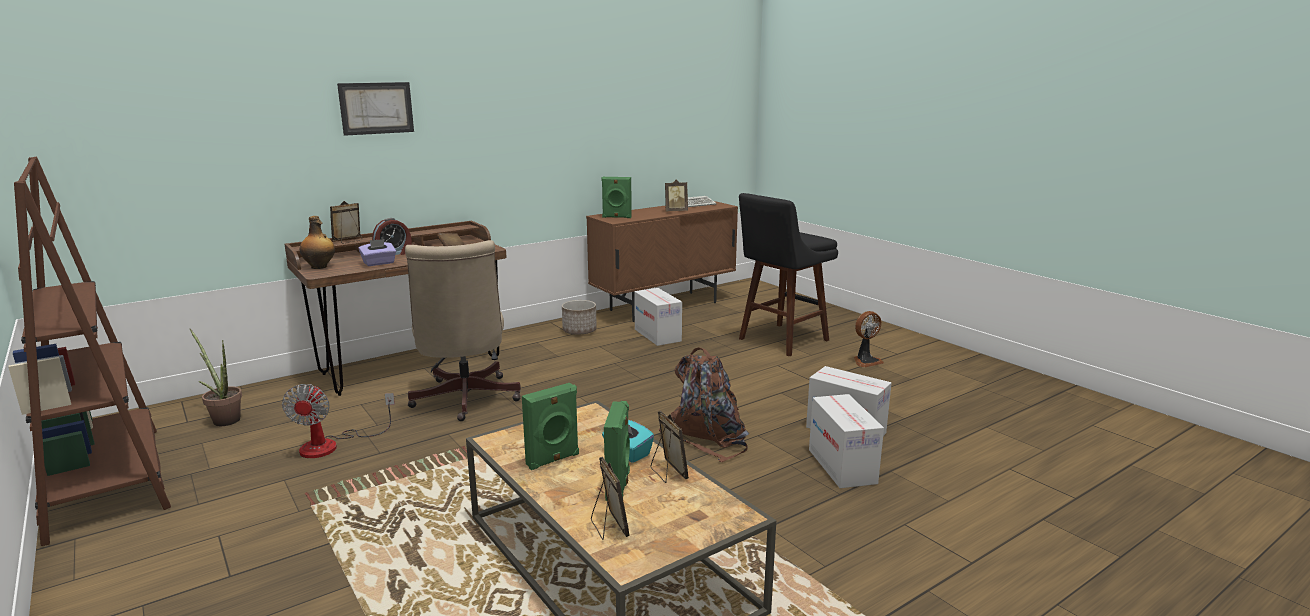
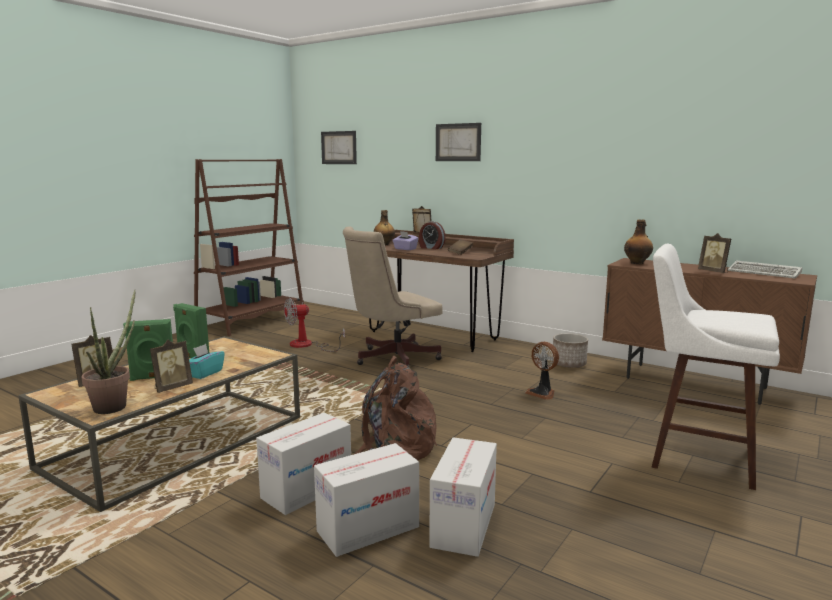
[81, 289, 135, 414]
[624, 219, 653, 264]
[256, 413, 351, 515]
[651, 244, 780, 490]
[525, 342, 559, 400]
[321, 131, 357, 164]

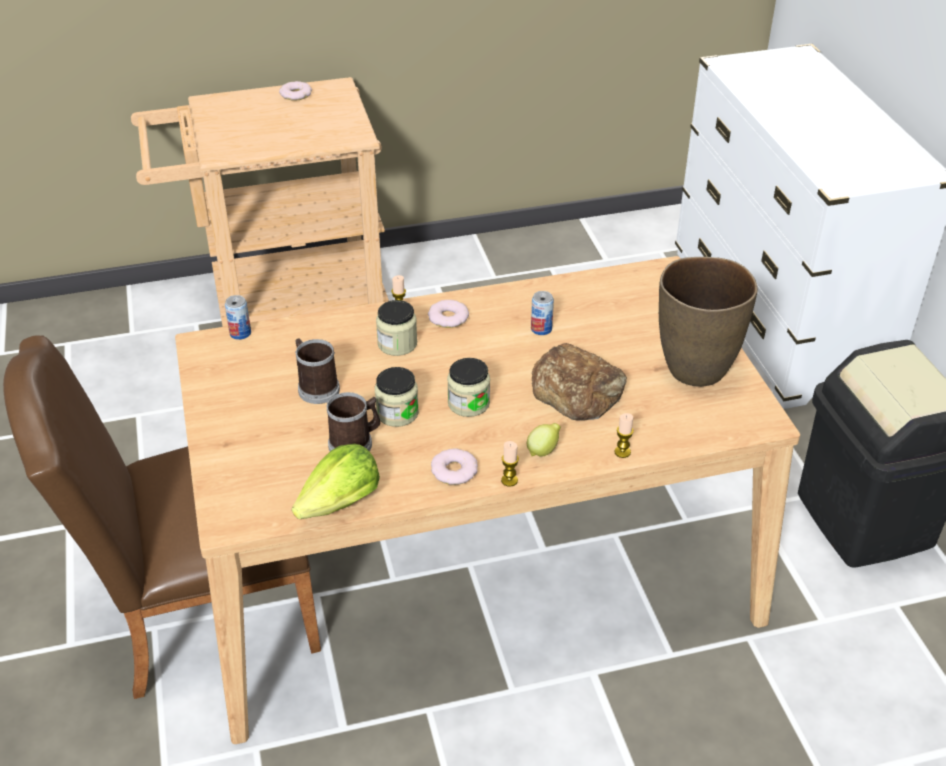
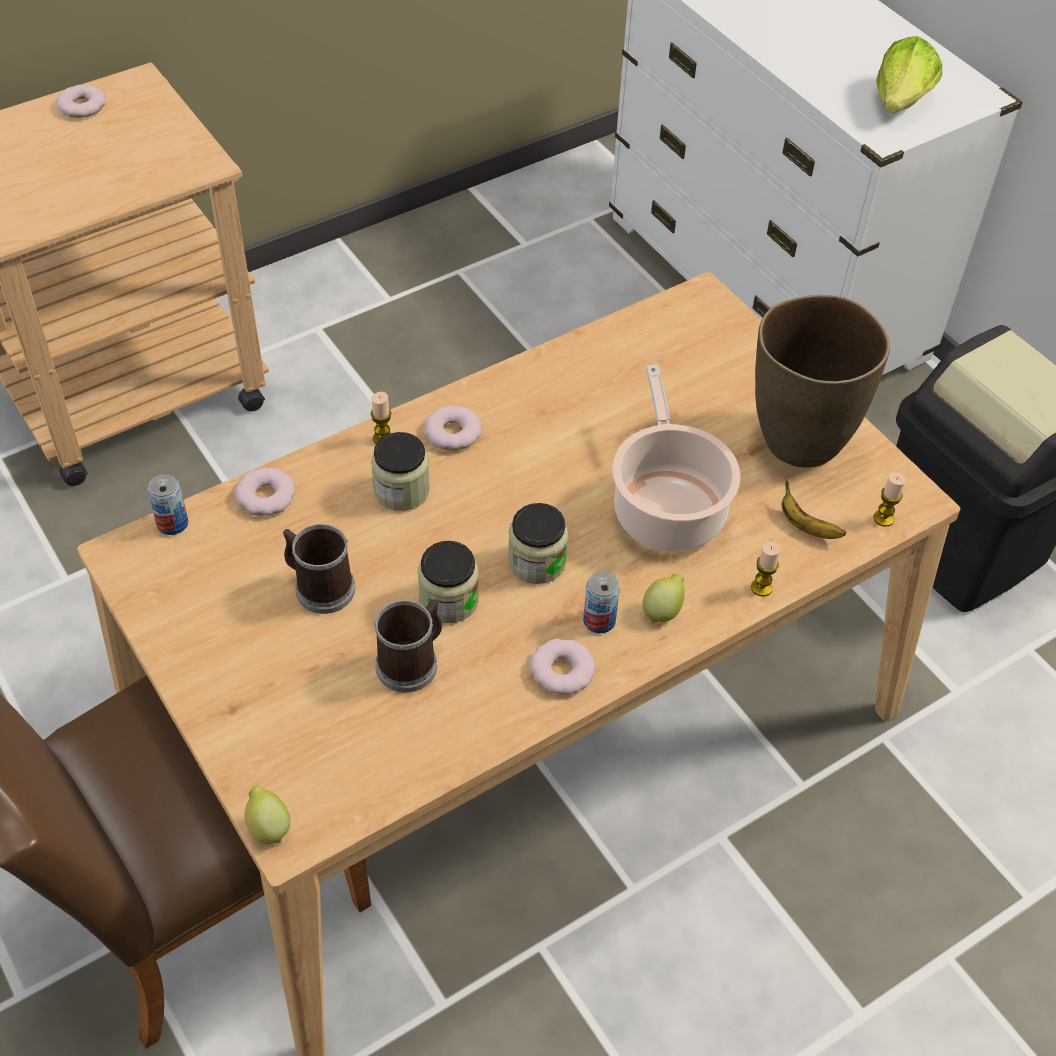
[876, 36, 942, 113]
[873, 473, 906, 527]
[583, 572, 620, 633]
[612, 365, 741, 552]
[235, 467, 295, 516]
[244, 785, 290, 844]
[782, 480, 846, 539]

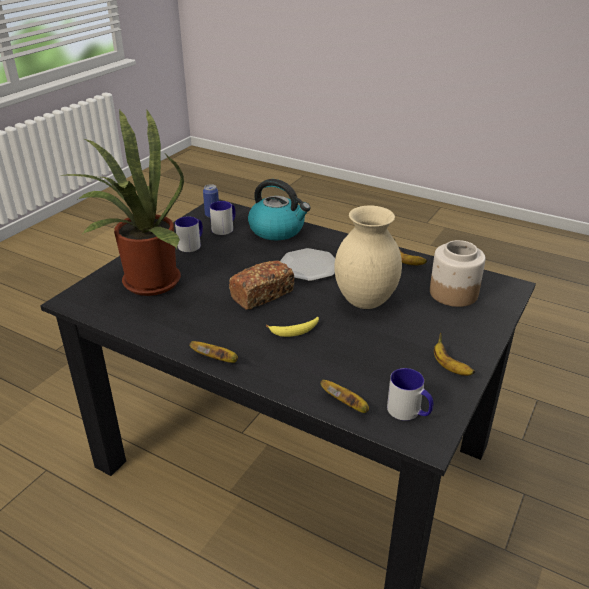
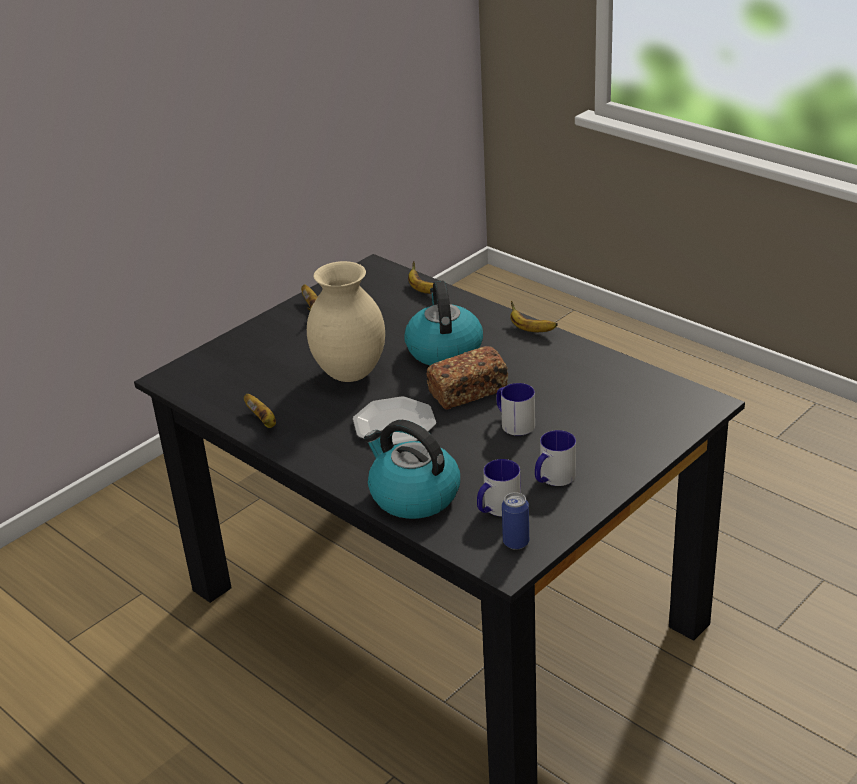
[62, 109, 184, 296] (first image)
[404, 281, 483, 366]
[496, 383, 535, 436]
[430, 240, 486, 307] (first image)

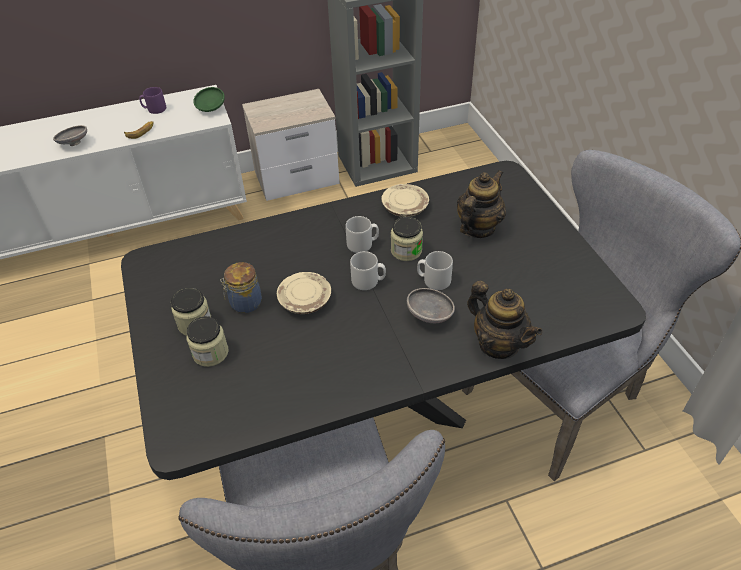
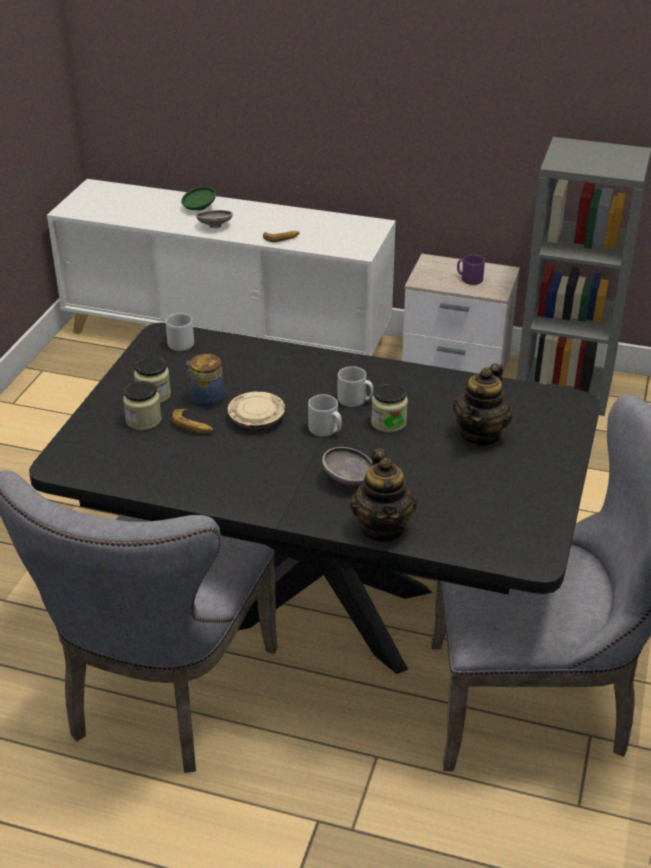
[457, 254, 485, 285]
[181, 187, 216, 211]
[381, 184, 429, 217] (first image)
[166, 313, 194, 351]
[453, 363, 512, 447]
[171, 409, 213, 434]

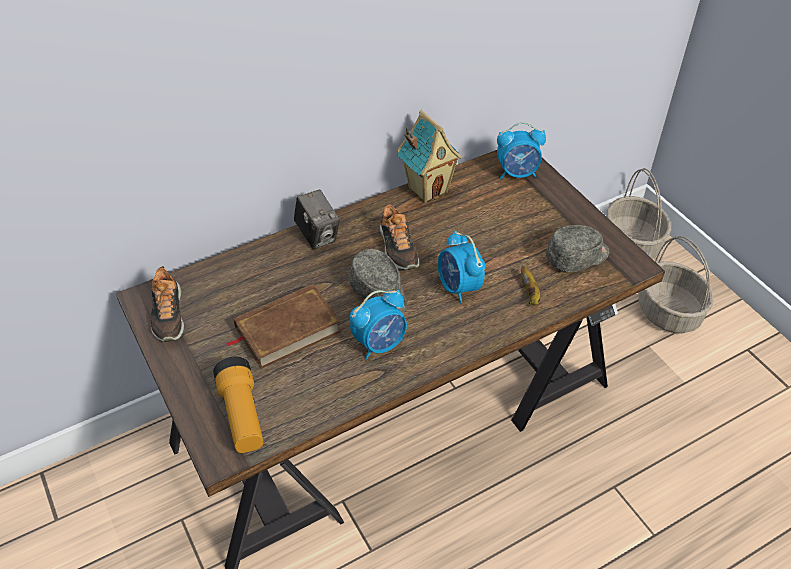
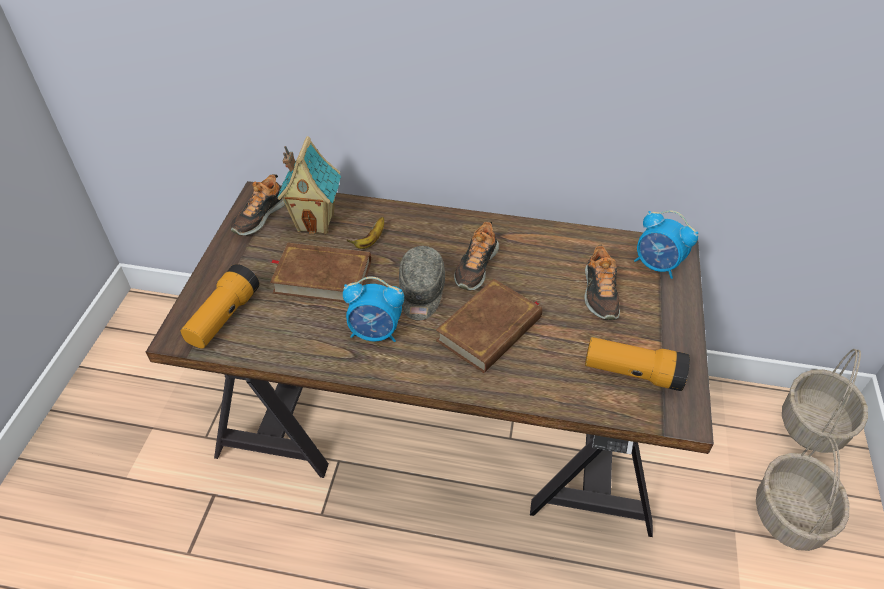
[294, 189, 340, 249] (first image)
[277, 136, 341, 234]
[436, 279, 542, 373]
[347, 217, 384, 249]
[585, 337, 690, 391]
[585, 244, 620, 320]

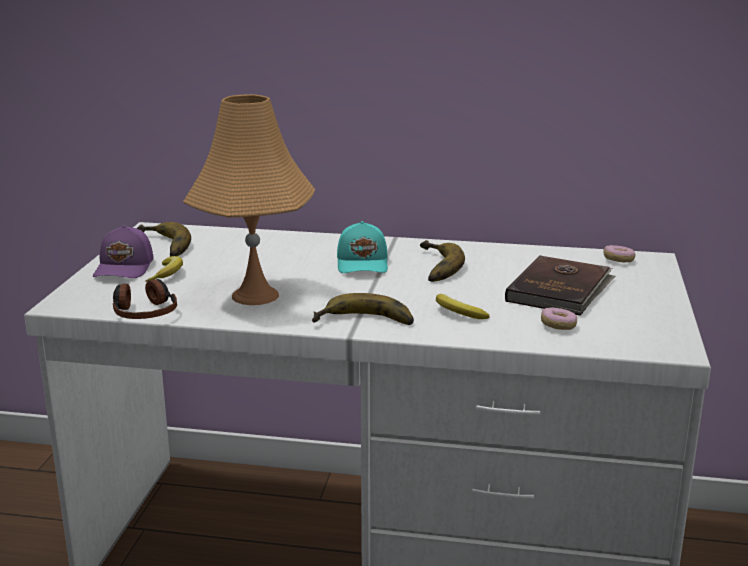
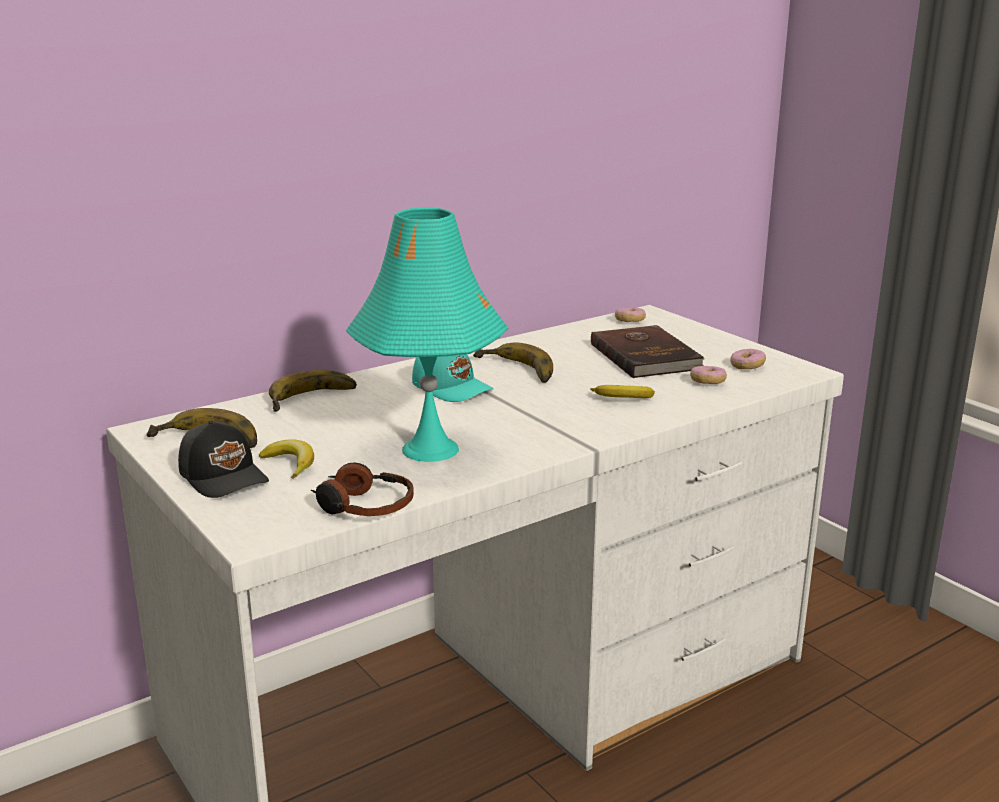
[178, 420, 269, 498]
[346, 208, 508, 462]
[269, 370, 357, 412]
[730, 349, 766, 369]

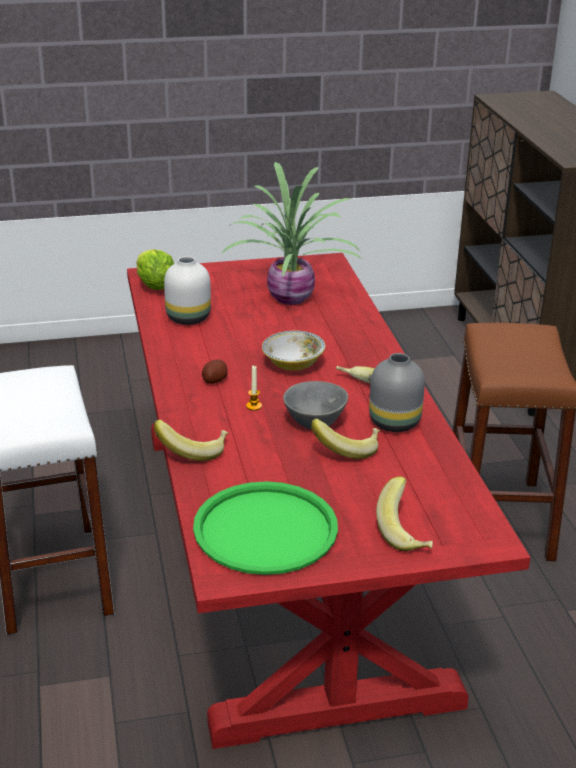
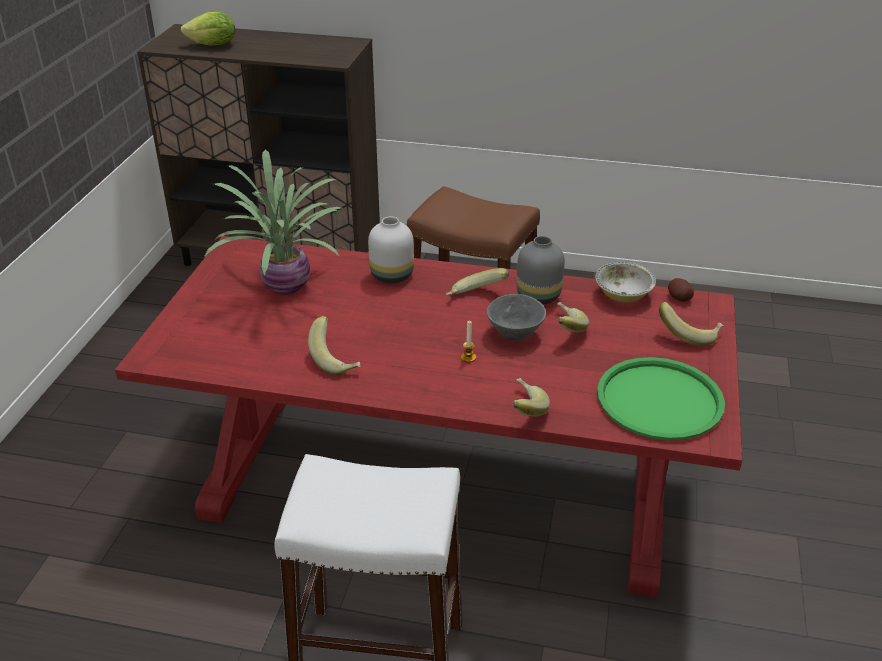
[181, 11, 235, 46]
[368, 217, 414, 283]
[668, 278, 694, 301]
[595, 262, 656, 303]
[308, 316, 360, 375]

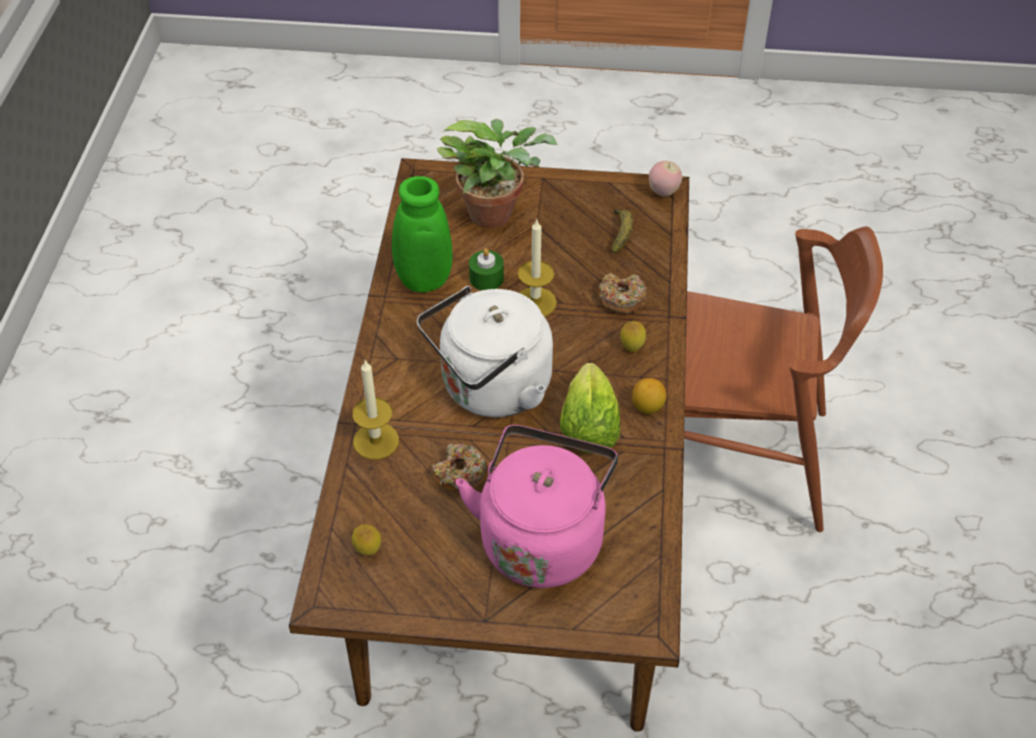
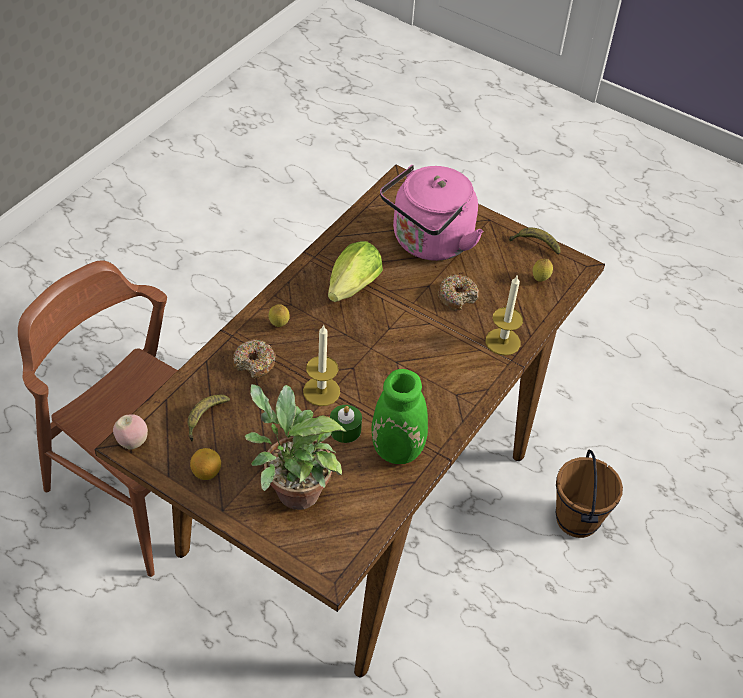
[417, 286, 553, 417] (first image)
[190, 448, 221, 480]
[509, 228, 561, 255]
[556, 450, 623, 538]

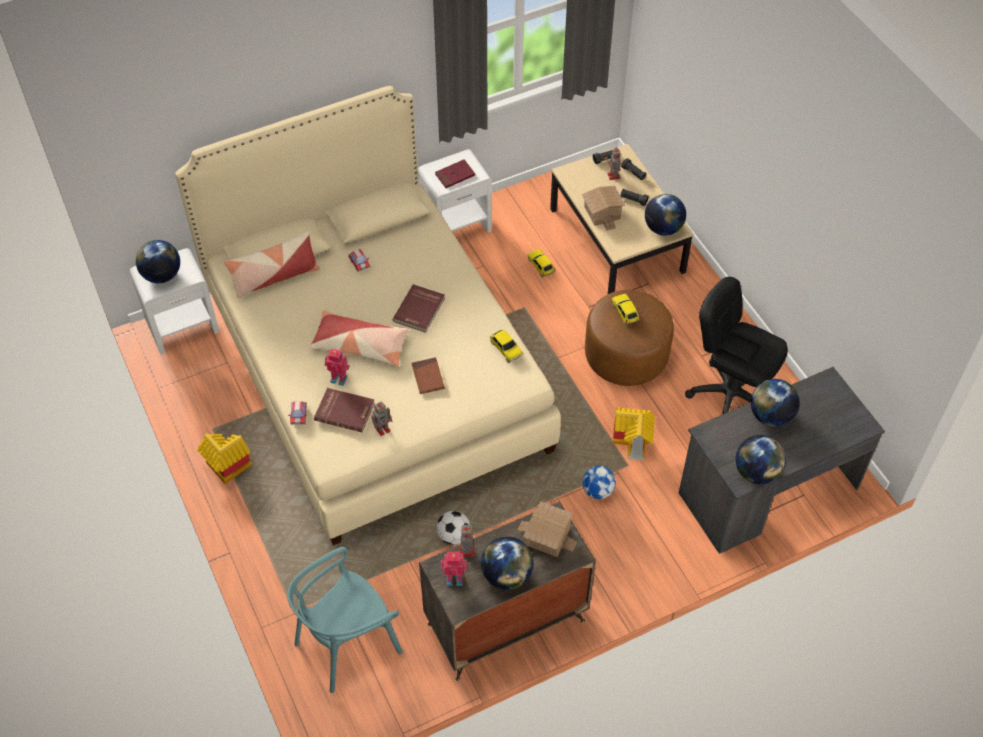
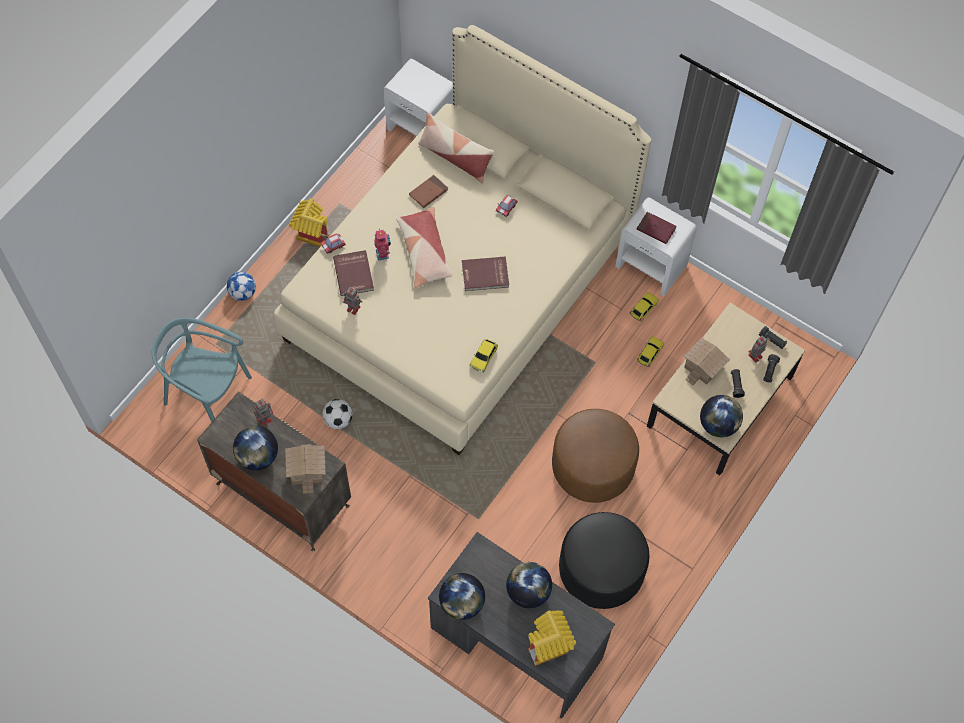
[136, 240, 180, 283] (first image)
[409, 175, 448, 208]
[441, 552, 467, 586] (first image)
[227, 272, 256, 301]
[630, 292, 659, 322]
[528, 610, 576, 666]
[559, 512, 649, 609]

